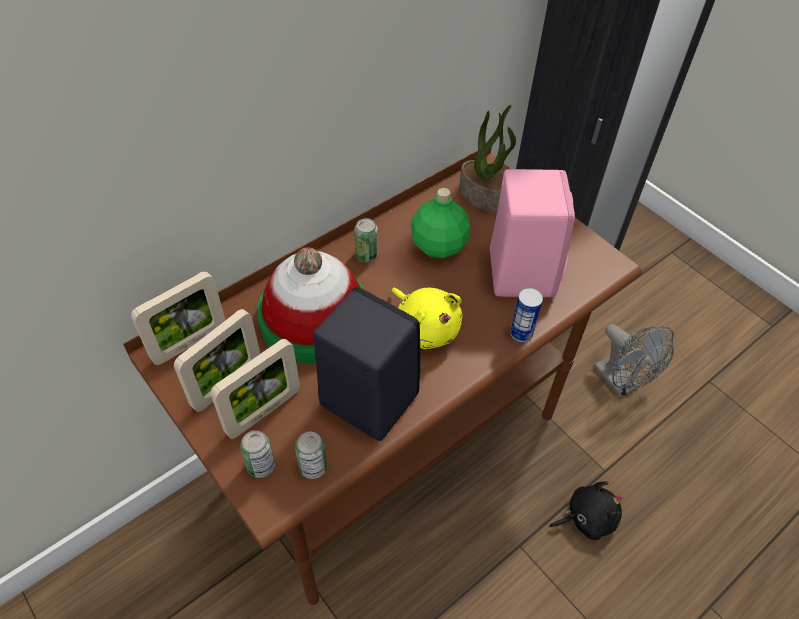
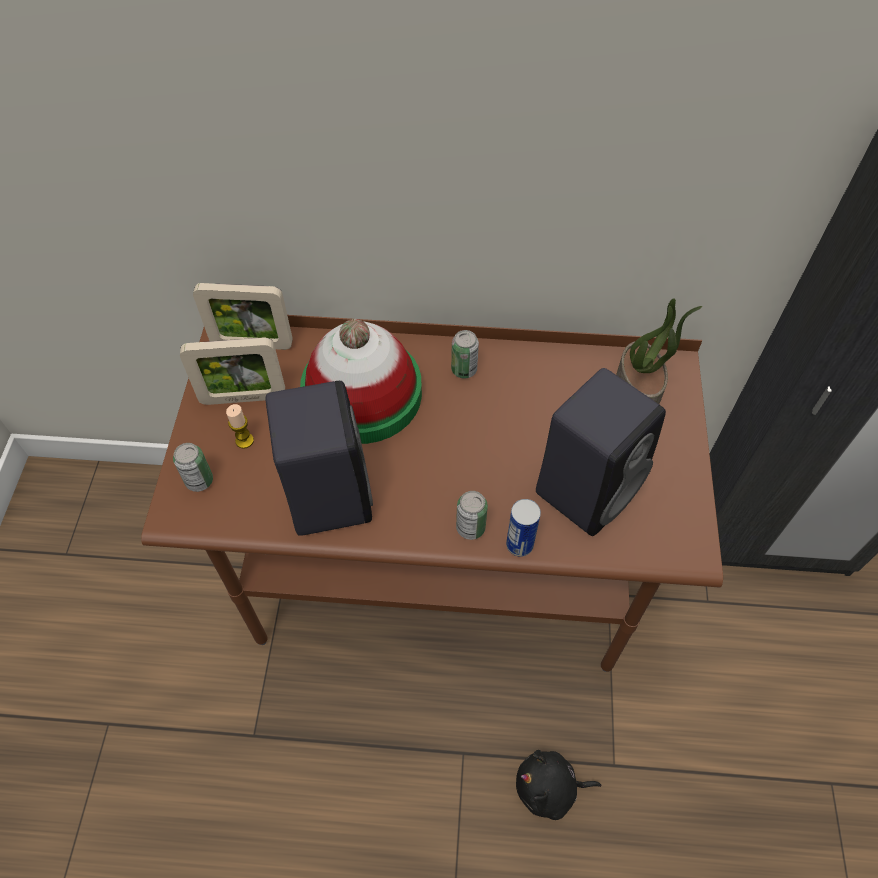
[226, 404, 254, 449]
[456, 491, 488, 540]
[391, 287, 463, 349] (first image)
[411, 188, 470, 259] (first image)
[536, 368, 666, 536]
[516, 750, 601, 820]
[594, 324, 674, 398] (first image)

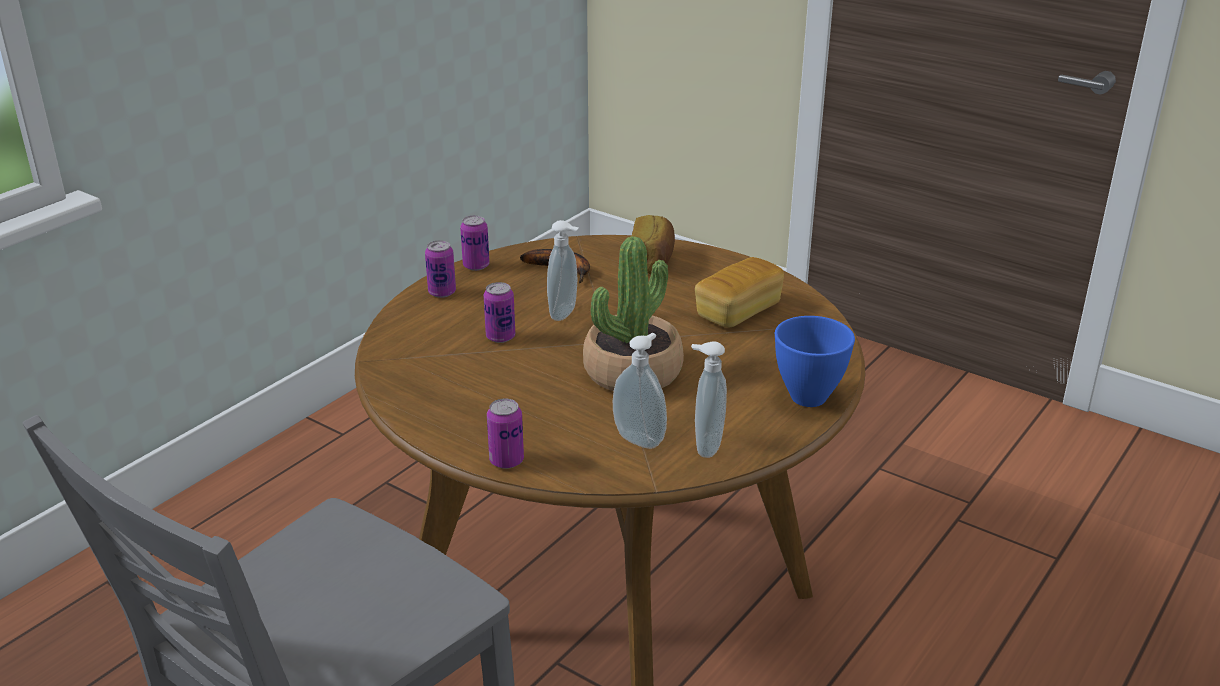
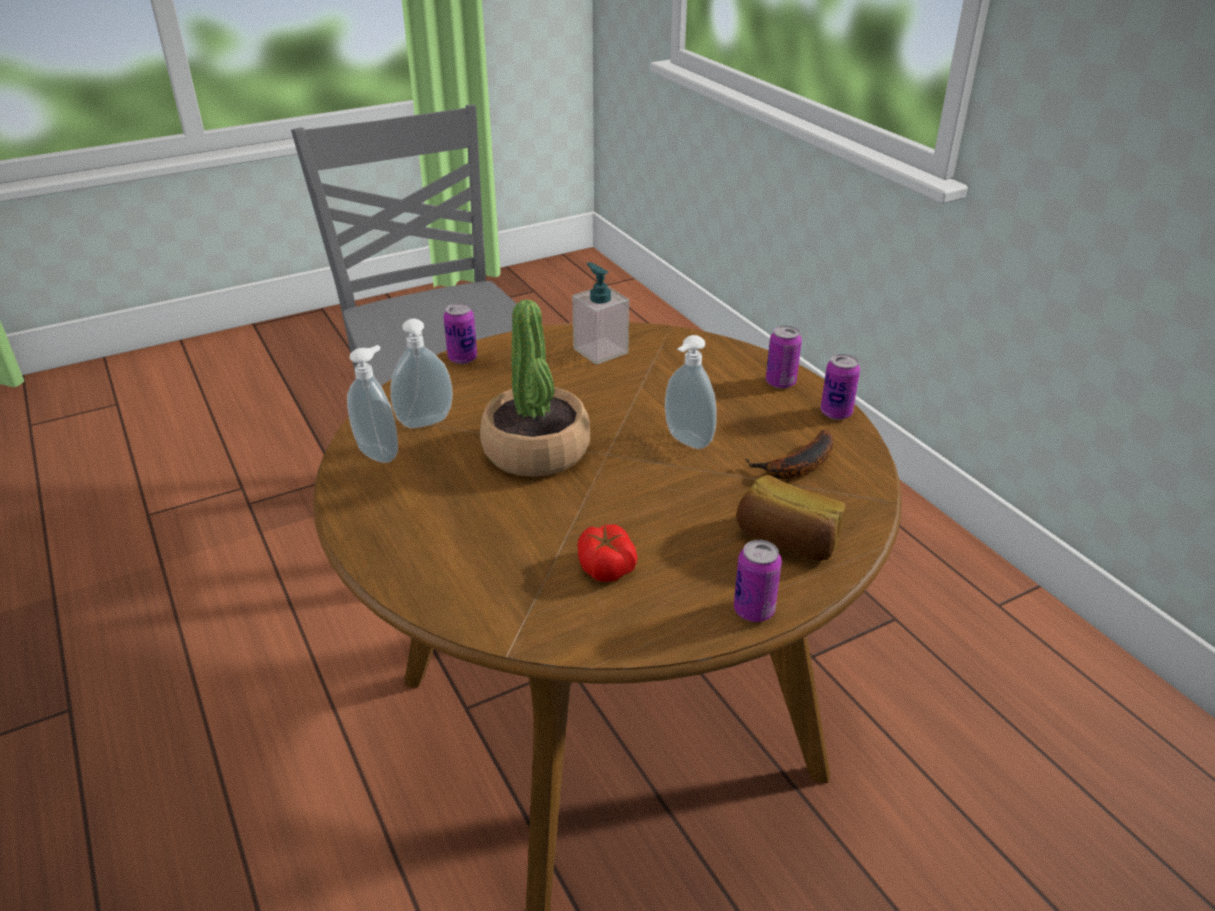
[734, 540, 782, 622]
[577, 524, 638, 582]
[775, 316, 855, 407] (first image)
[572, 262, 629, 365]

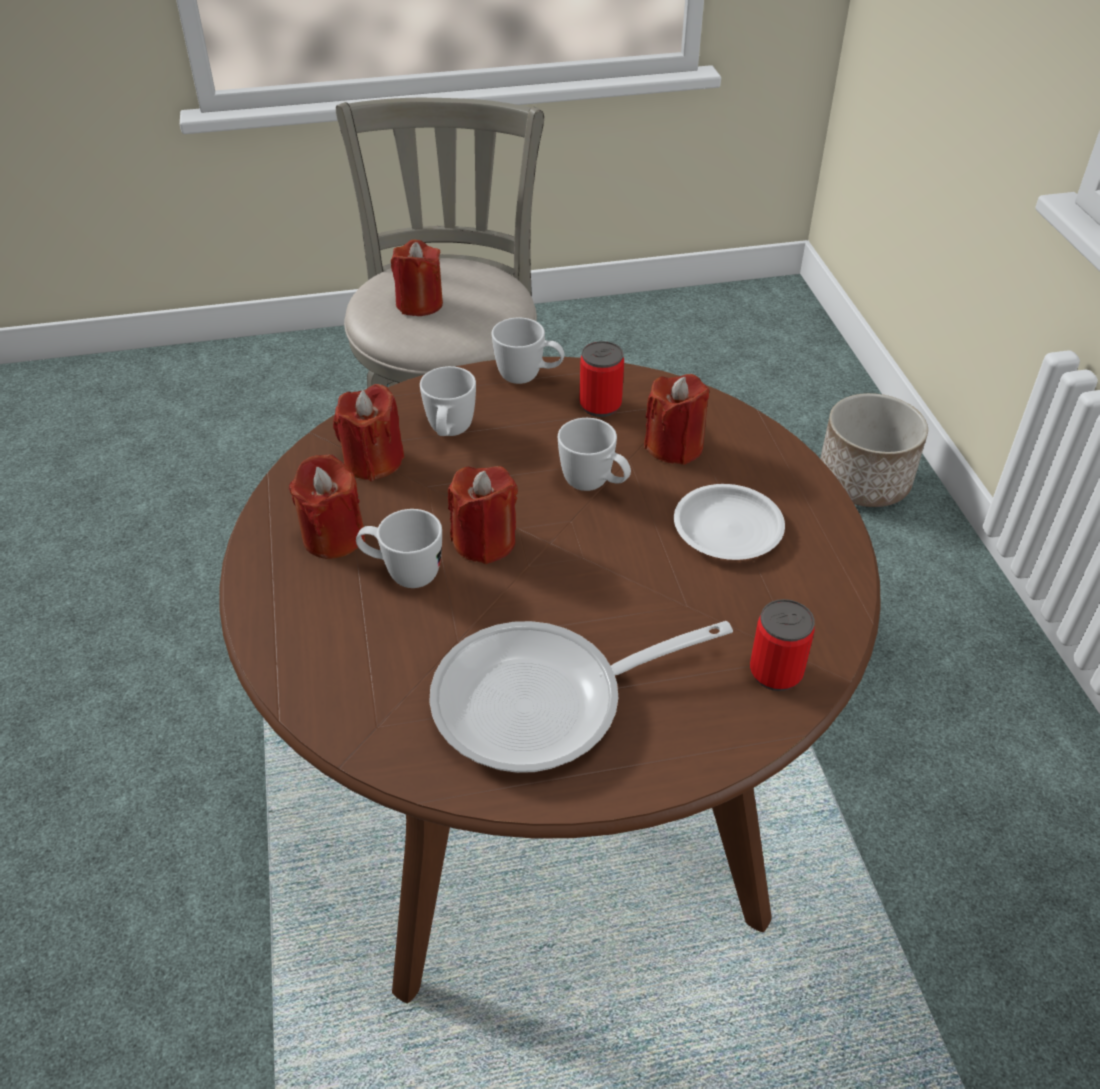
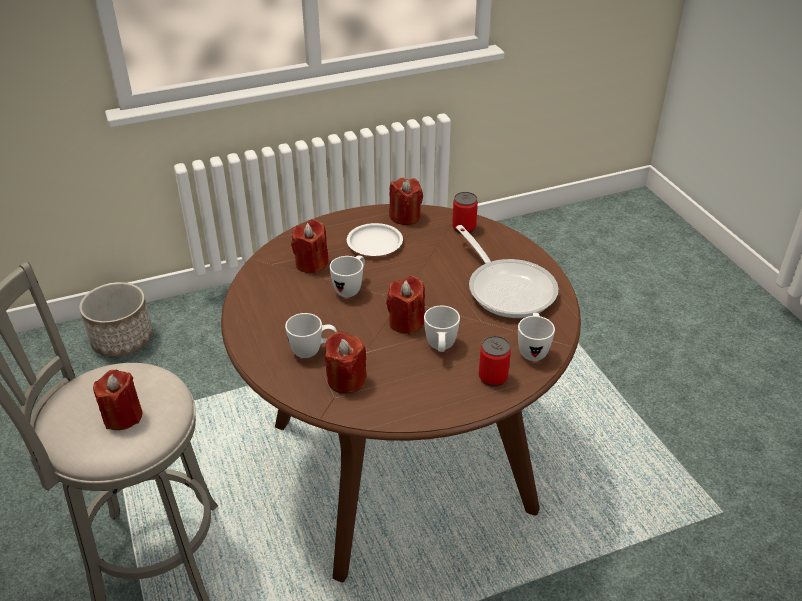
[389, 178, 423, 225]
[518, 313, 555, 361]
[479, 336, 511, 387]

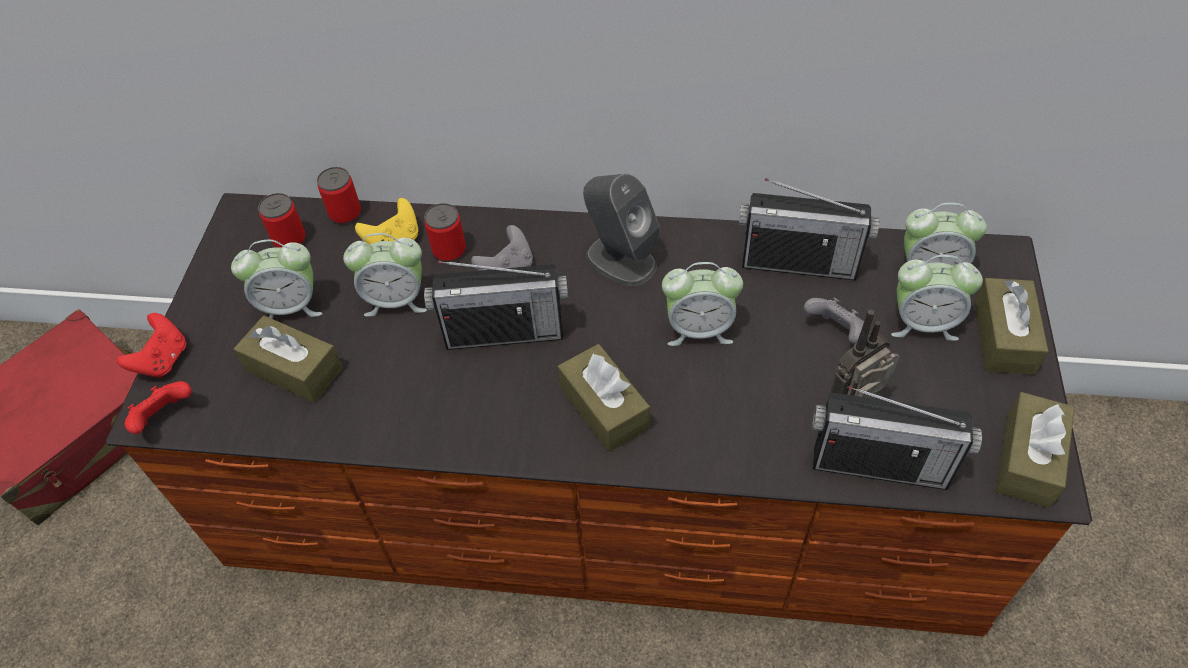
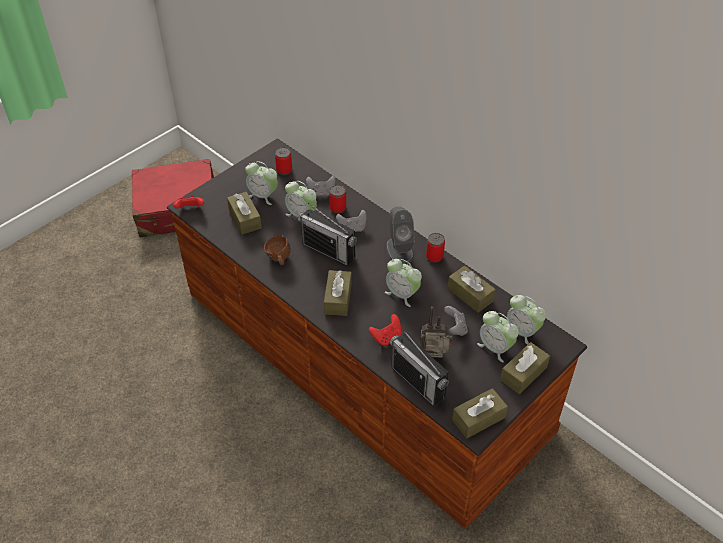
[369, 314, 402, 346]
[426, 233, 445, 263]
[306, 176, 336, 196]
[448, 266, 496, 313]
[264, 235, 291, 265]

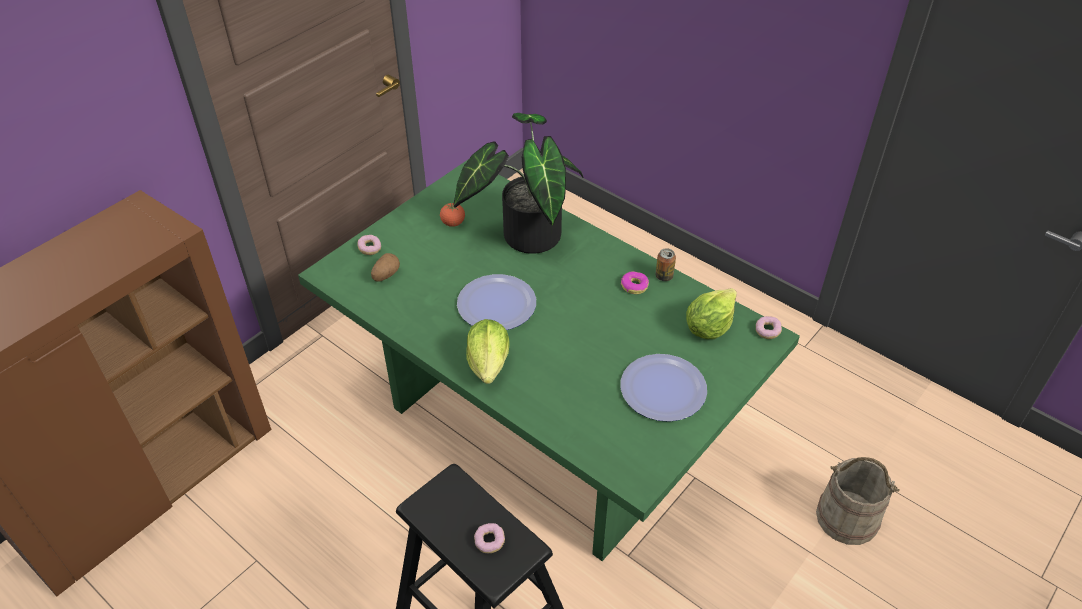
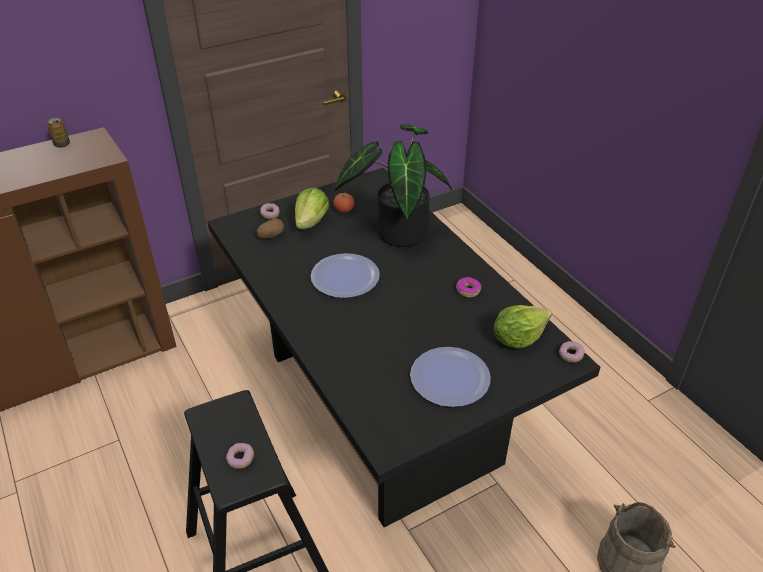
[207, 168, 601, 528]
[295, 187, 329, 229]
[47, 117, 70, 148]

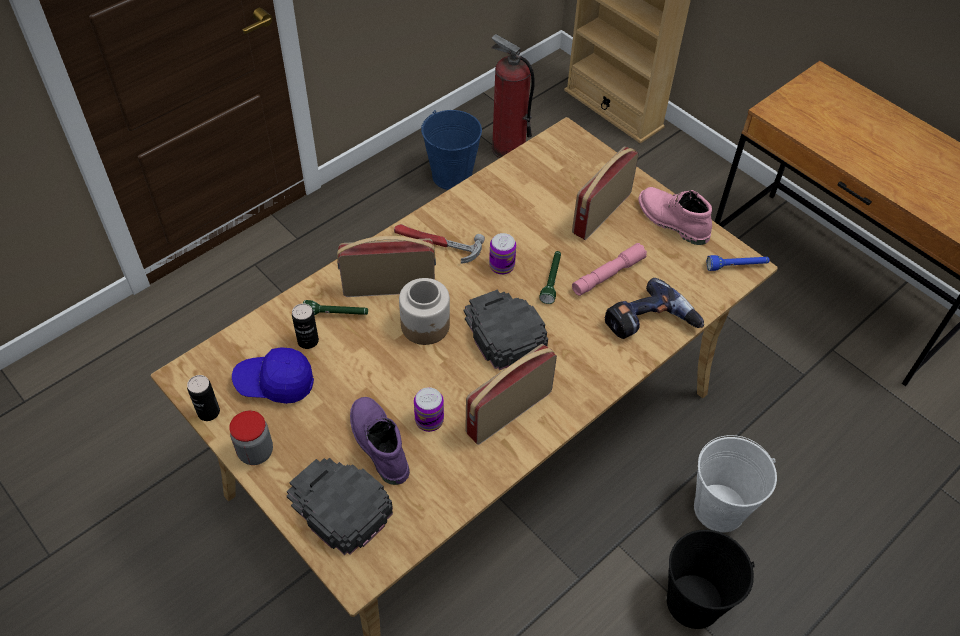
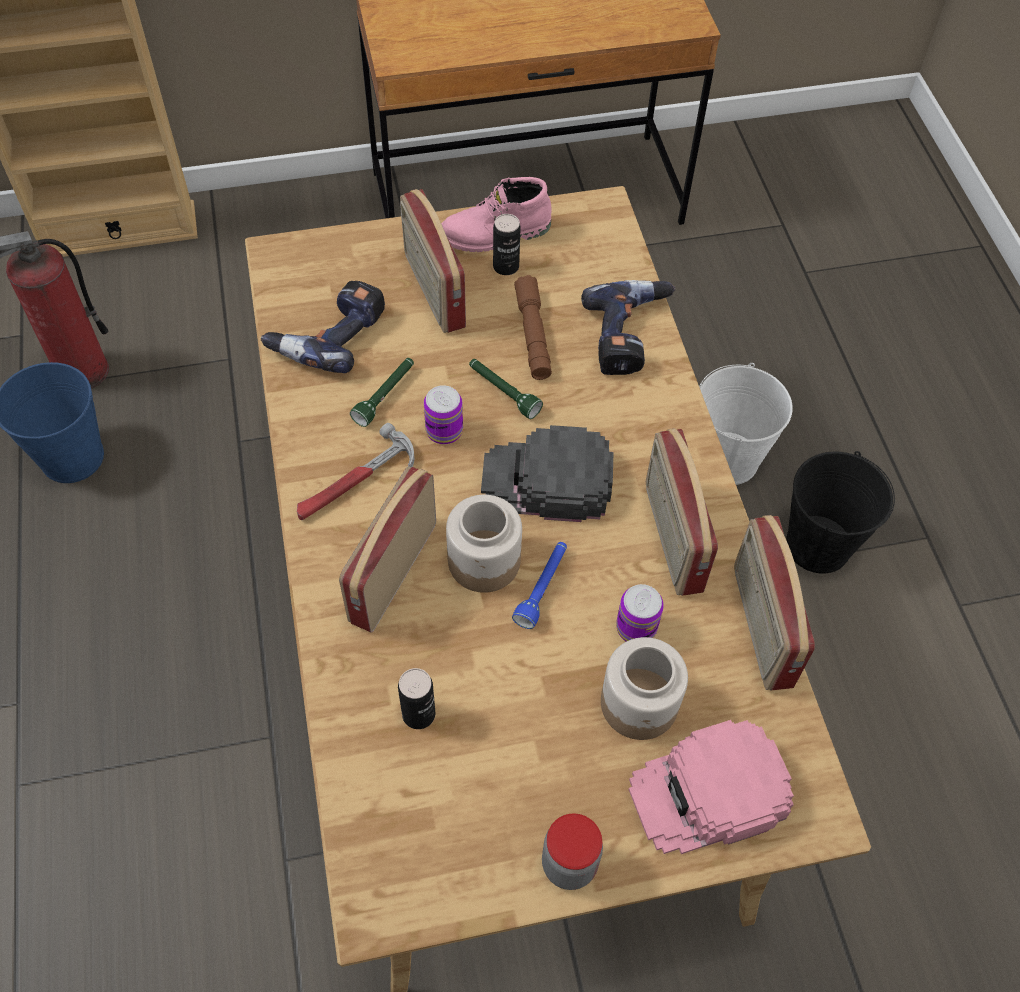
[493, 214, 521, 275]
[232, 347, 314, 404] (first image)
[628, 720, 794, 854]
[350, 358, 414, 427]
[601, 637, 688, 740]
[514, 275, 552, 380]
[512, 542, 567, 629]
[261, 281, 385, 373]
[734, 515, 815, 690]

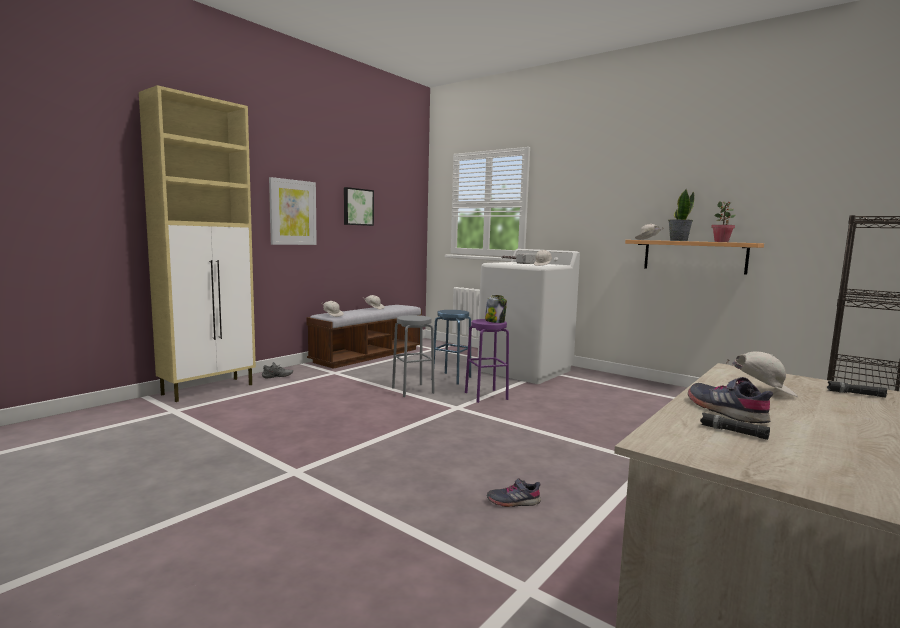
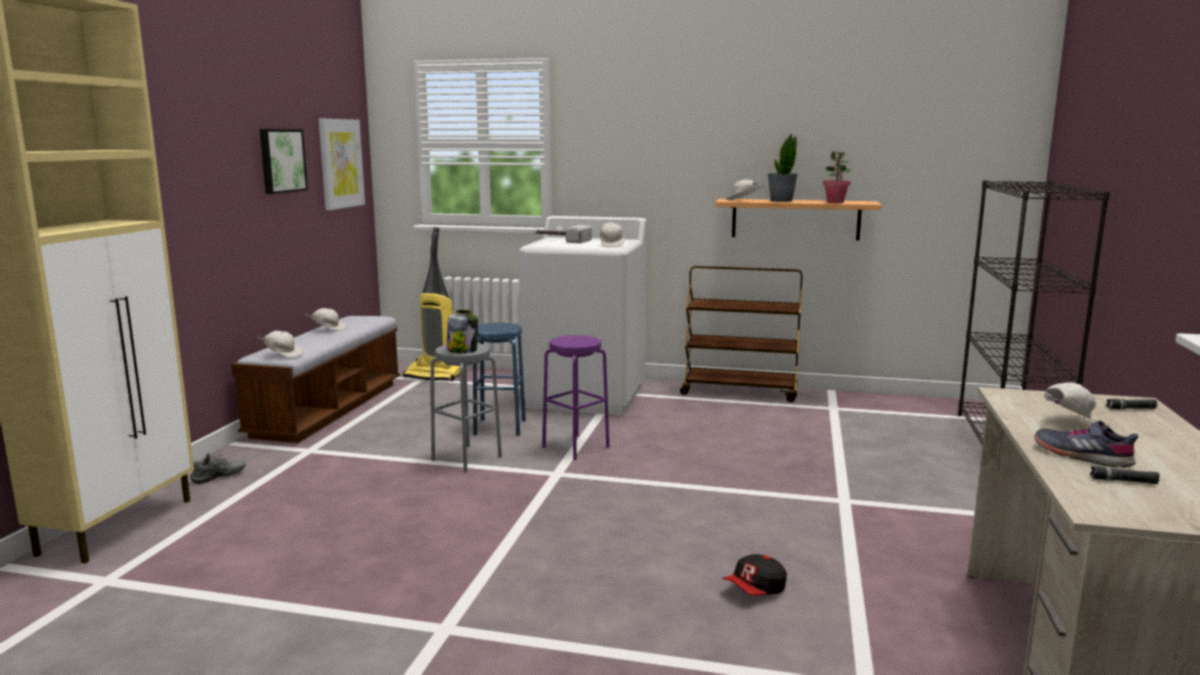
[318, 119, 365, 210]
[447, 310, 478, 353]
[722, 554, 787, 595]
[403, 227, 460, 381]
[680, 266, 802, 402]

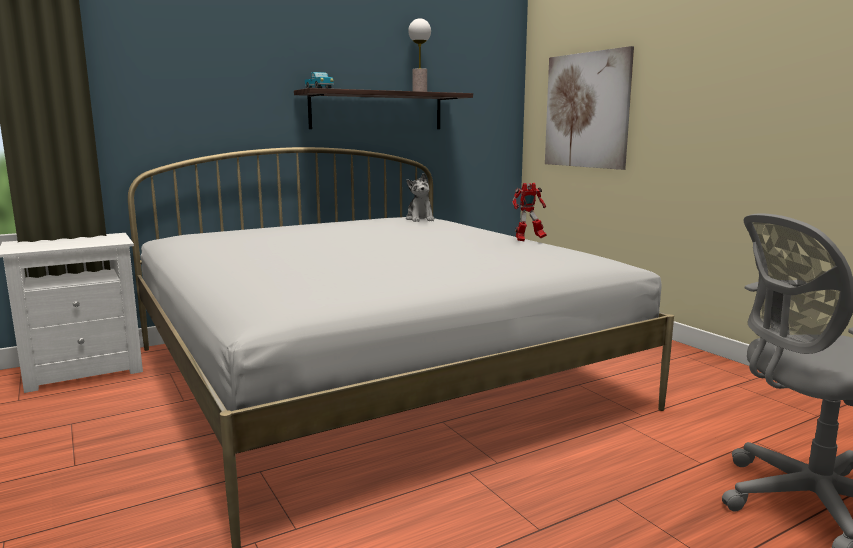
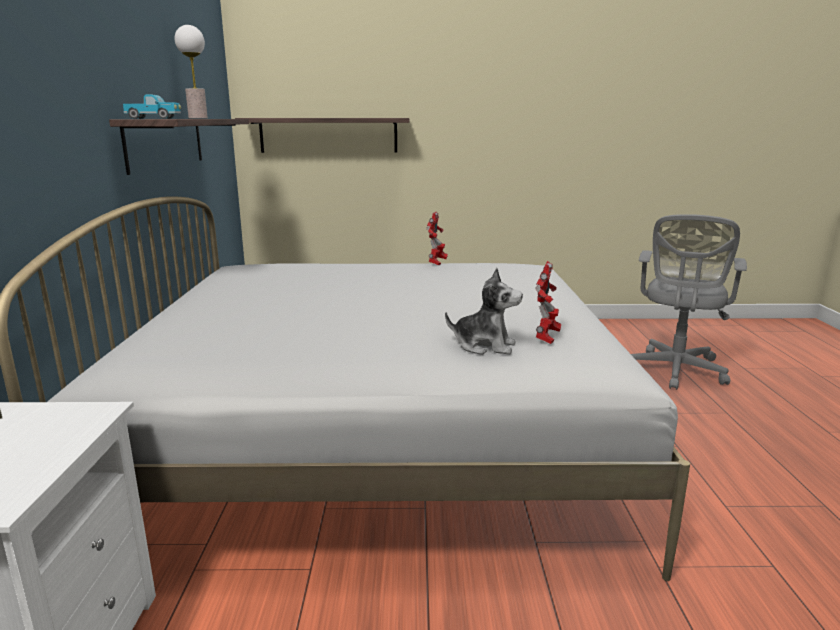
[445, 268, 523, 355]
[235, 118, 410, 153]
[535, 261, 561, 344]

